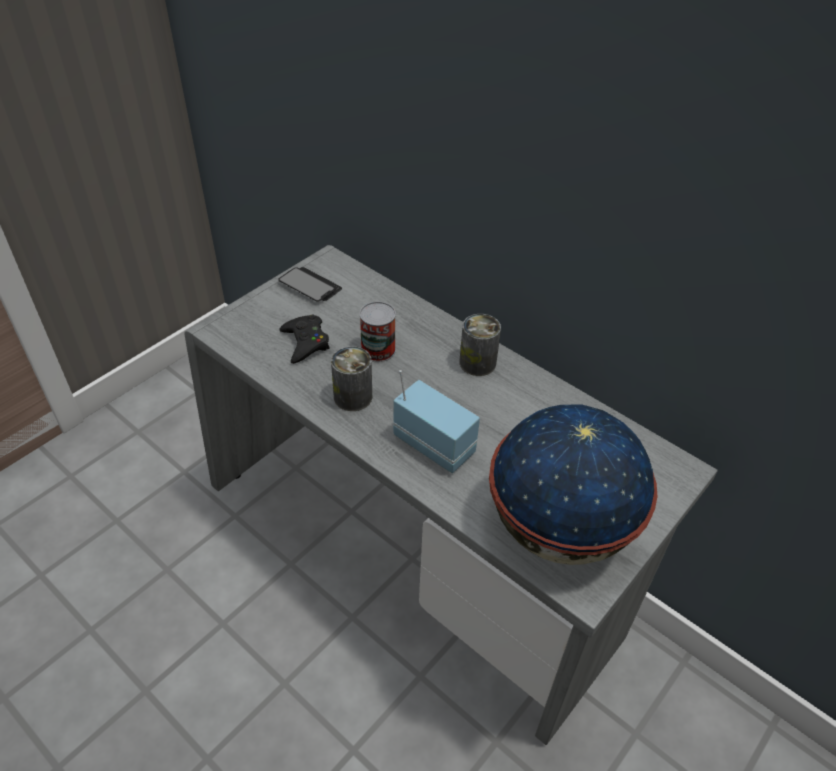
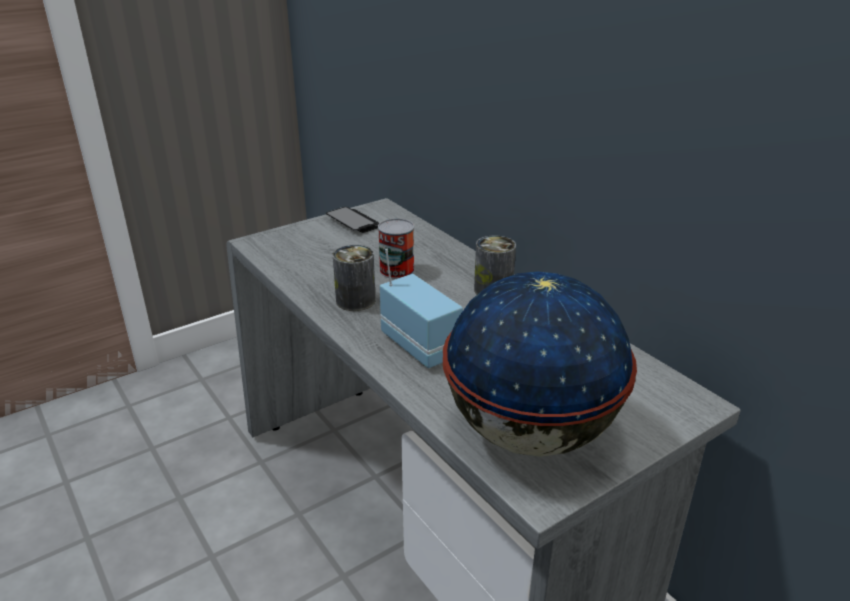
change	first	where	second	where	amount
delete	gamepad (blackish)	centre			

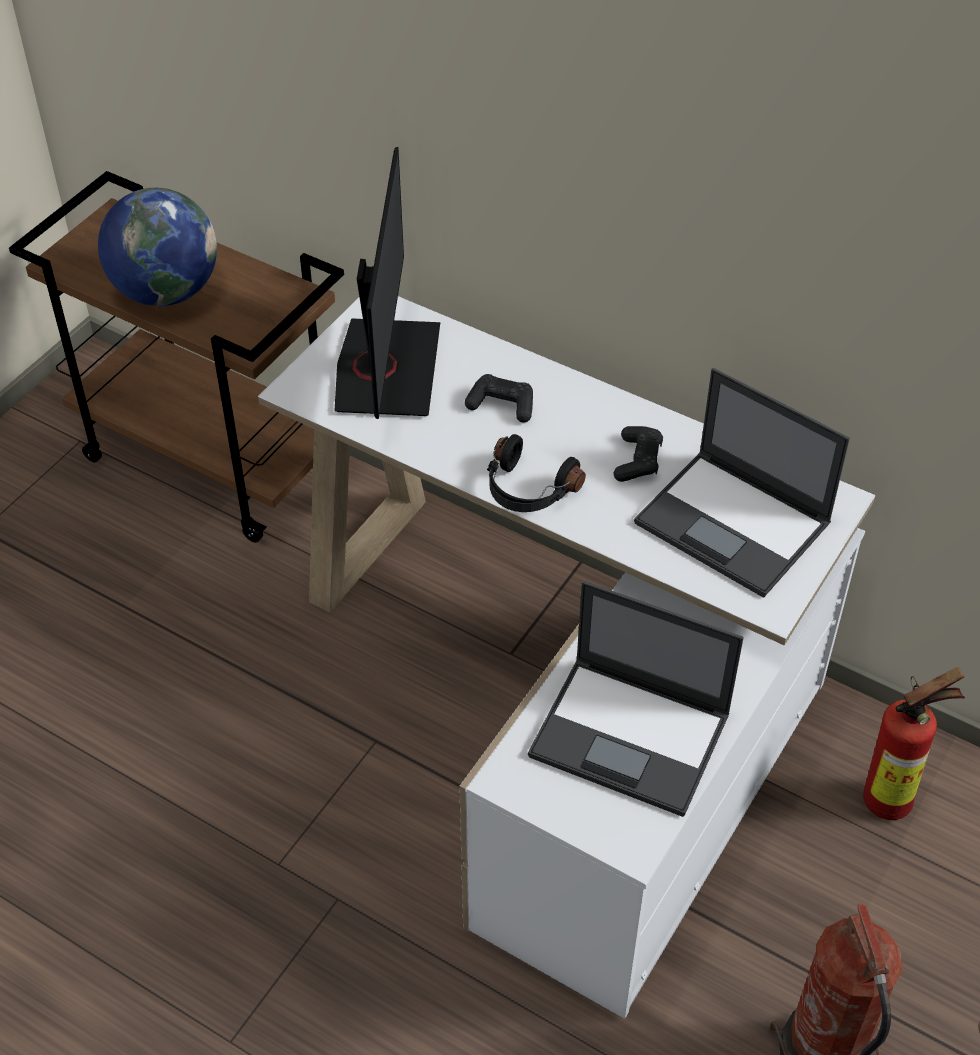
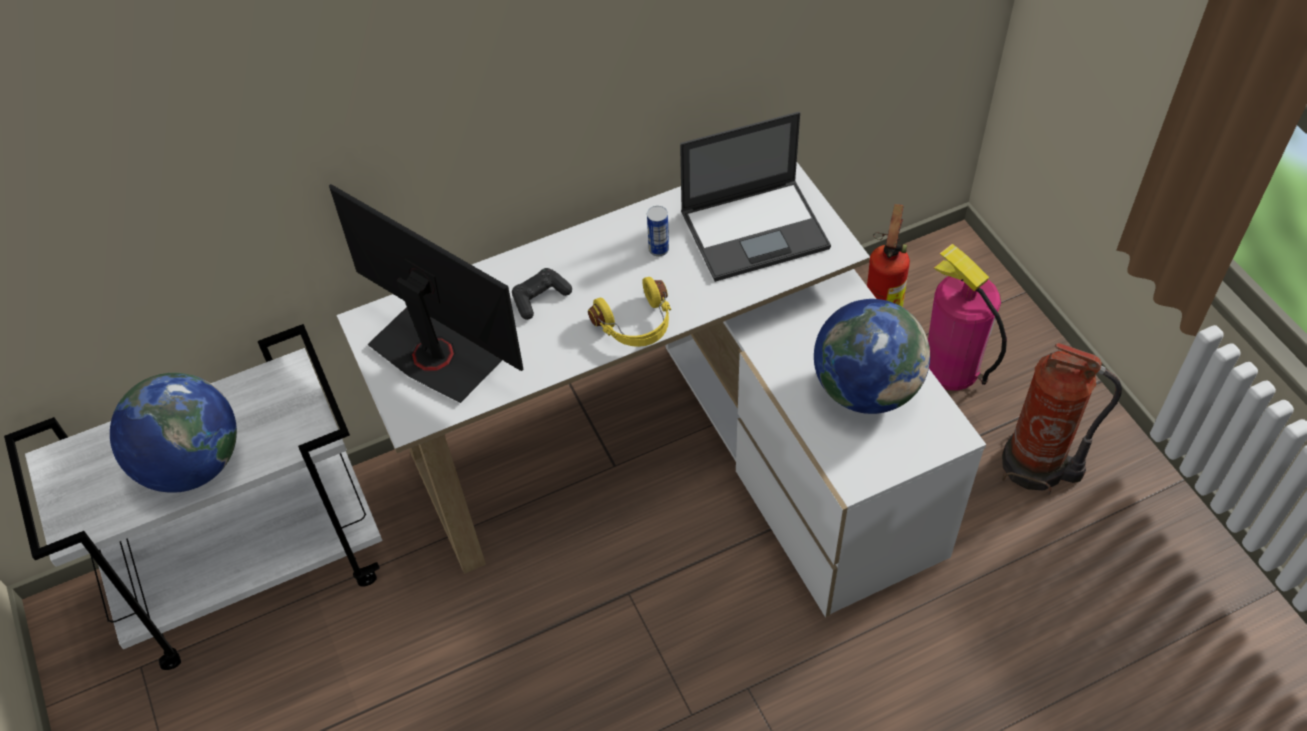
change	first	where	second	where	amount
recolor	cart (brownish)	middle left	cart (whitish)	bottom left	
recolor	headset (blackish)	centre	headset (yellowish)	centre	
replace	notebook computer (1st from left)	centre	world globe (2nd from left)	middle right	
replace	gamepad (blackish) (2nd from left)	centre	can	top centre	
insert			fire extinguisher (2nd from left)	middle right	

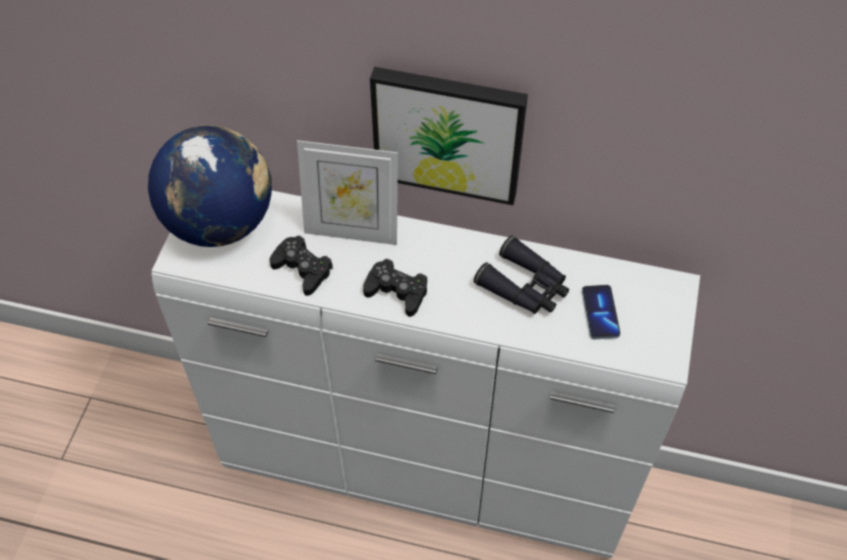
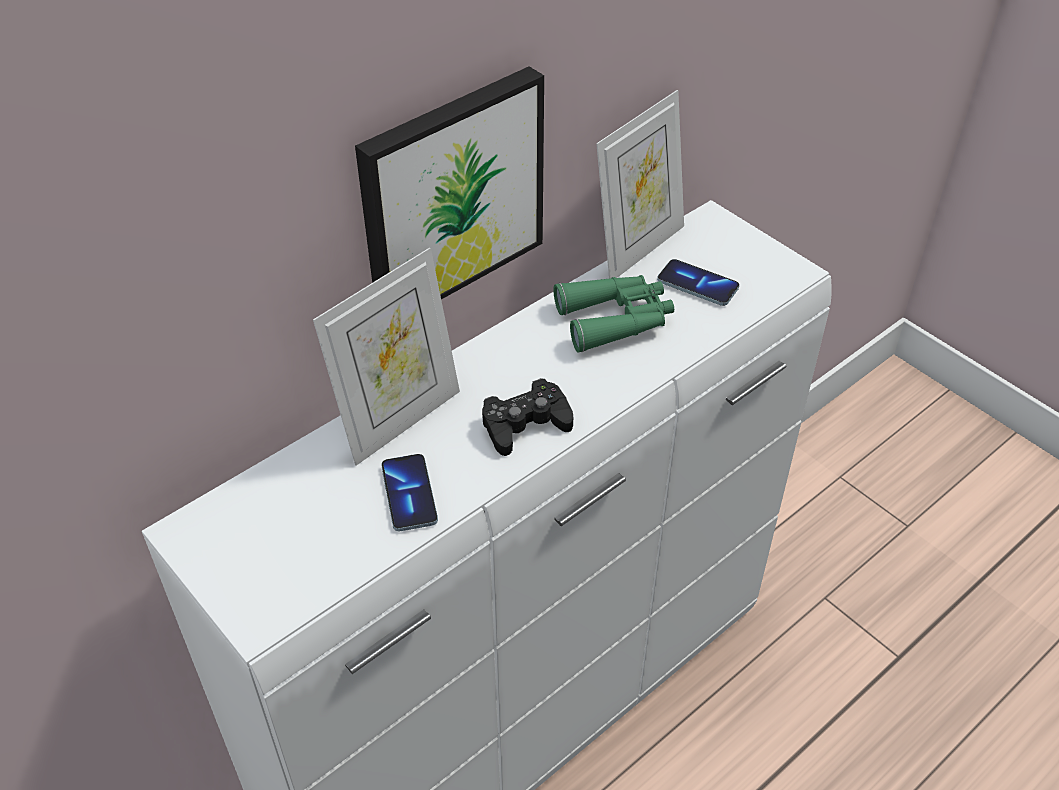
change	first	where	second	where	amount
delete	world globe	top left			
replace	gamepad (blackish) (1st from left)	centre	handset (1st from left)	centre	
recolor	binoculars (blackish)	centre	binoculars (green)	centre	
insert			standing frame (2nd from left)	top centre	

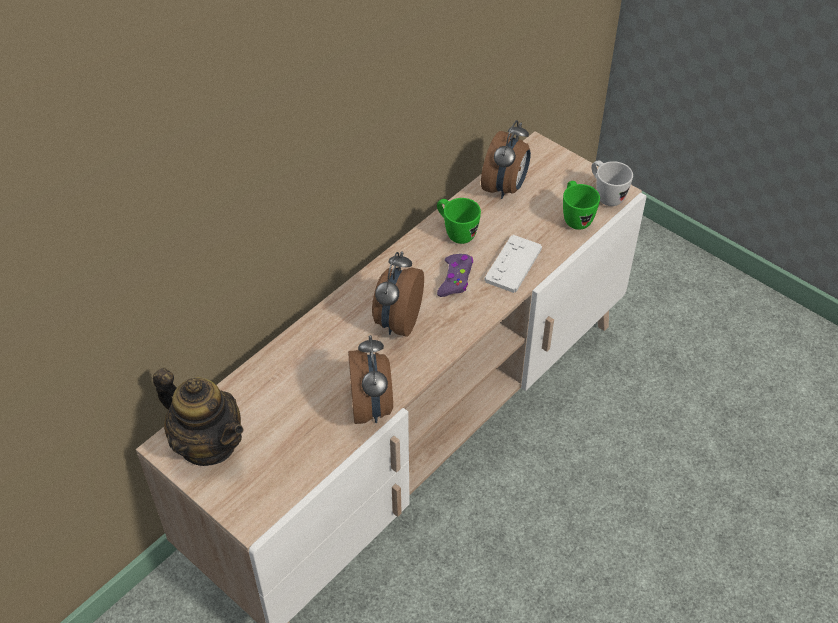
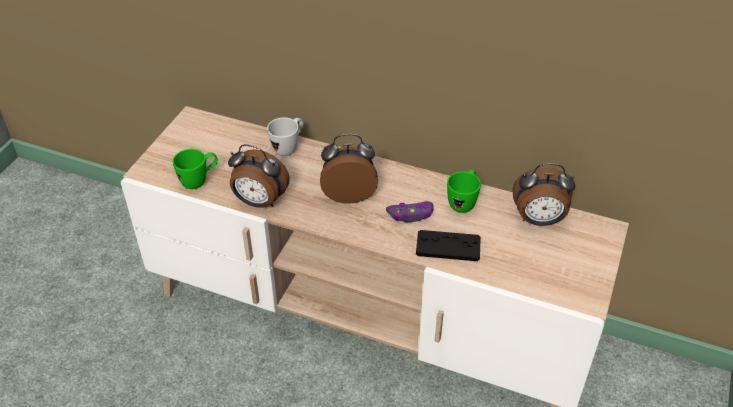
change	first	where	second	where	amount
delete	teapot	bottom left			
rotate	alarm clock (1st from left)	centre		centre	45 degrees clockwise
recolor	gamepad (whitish)	centre	gamepad (blackish)	centre	
move	coffee mug (green) (2nd from left in the first image)	top right	coffee mug (green) (1st from left)	middle left	
move	coffee mug (whitish)	top right		centre	

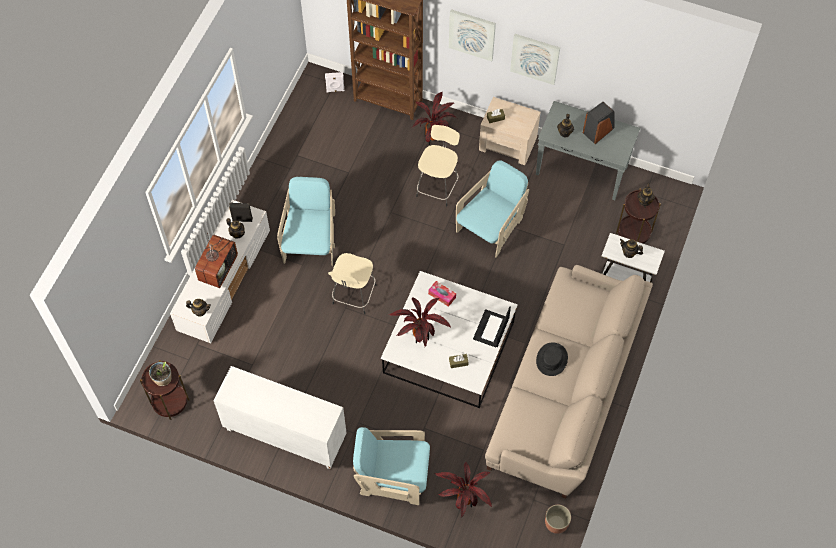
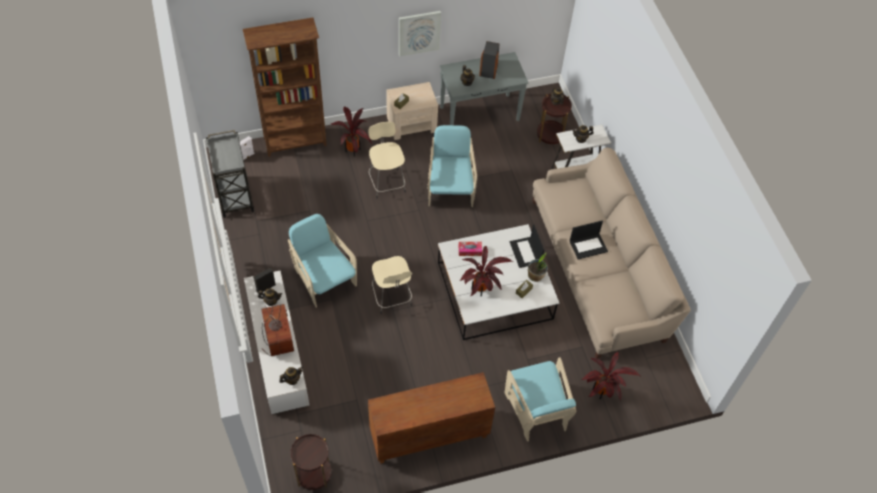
change	first	where	second	where	amount
move	potted plant (1st from left in the first image)	bottom left	potted plant (3rd from left)	centre	
recolor	cupboard (whitish)	bottom centre	cupboard (brownish)	bottom centre	
rotate	armchair (turquoise) (2nd from left in the first image)	bottom centre	armchair (turquoise) (3rd from left)	bottom centre	75 degrees counterclockwise
delete	wall art (1st from left)	top centre			
replace	hat (blackish)	centre	notebook computer (2nd from left)	middle right	
delete	flower pot	bottom right			
insert			cart (greyish)	middle left	

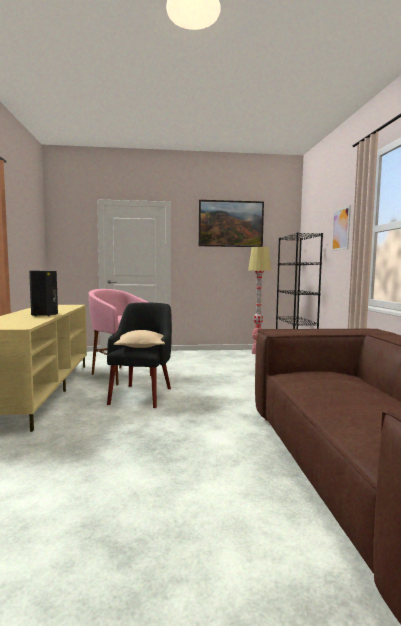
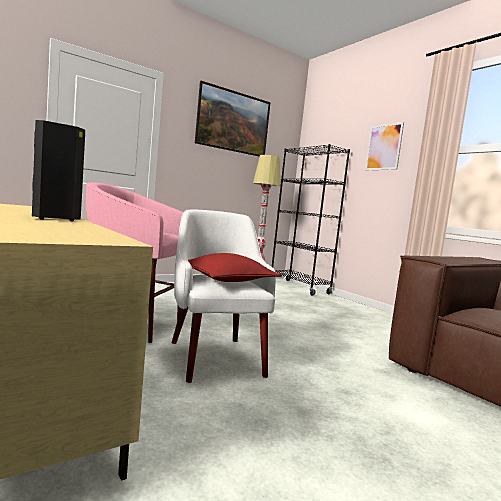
change	first	where	second	where	amount
recolor	armchair (blackish)	centre	armchair (whitish)	centre	
recolor	throw pillow (beige-coloured)	centre	throw pillow (red)	centre	

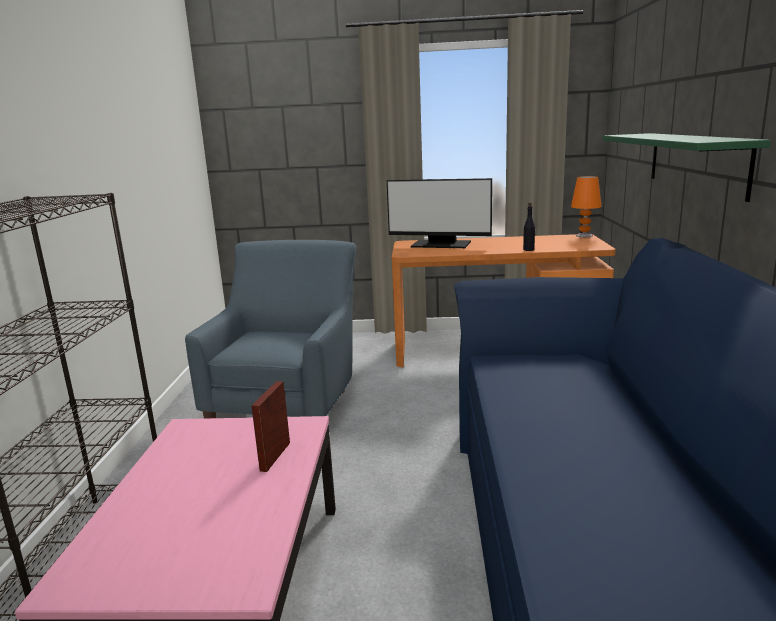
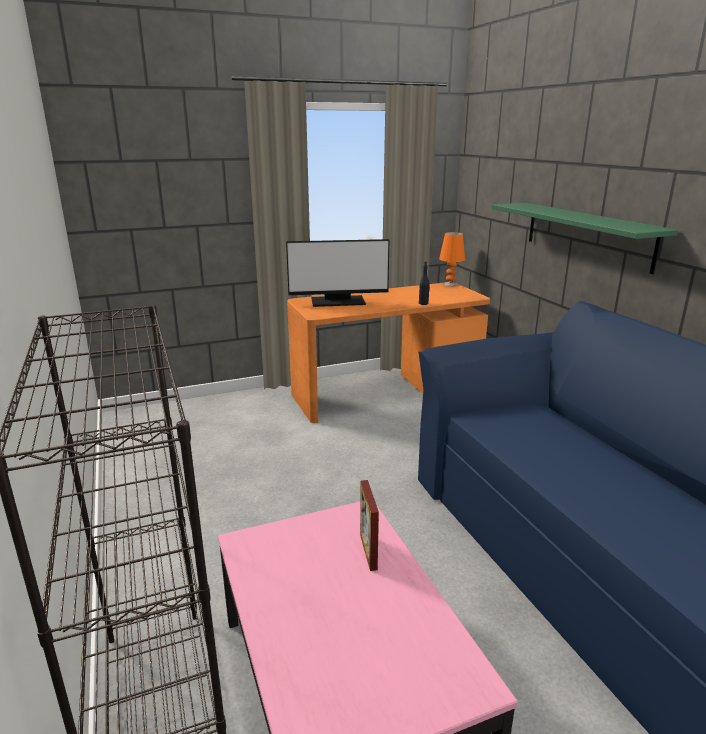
change	first	where	second	where	amount
delete	armchair (blue)	centre			

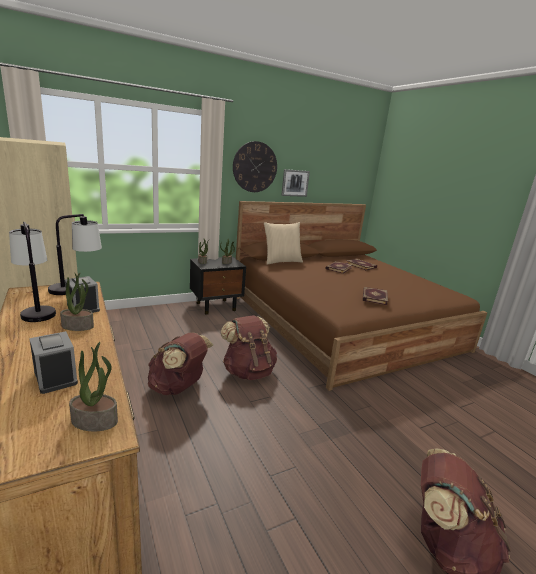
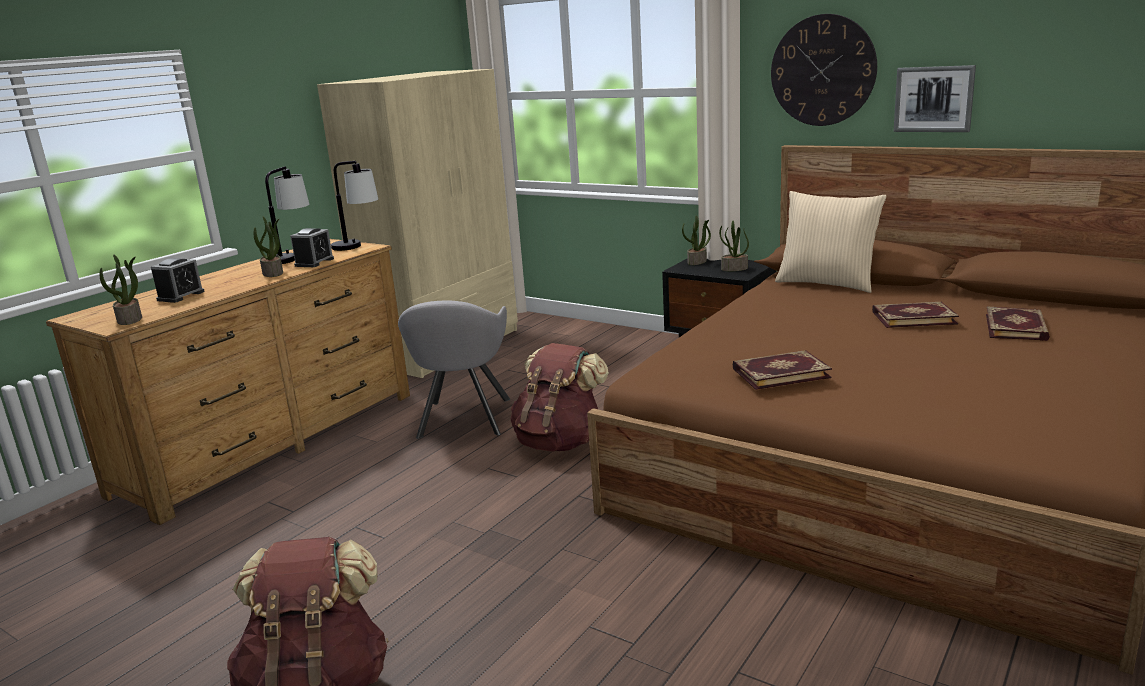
change	first	where	second	where	amount
replace	rucksack (brownish) (1st from left)	centre	armchair (greyish)	centre	

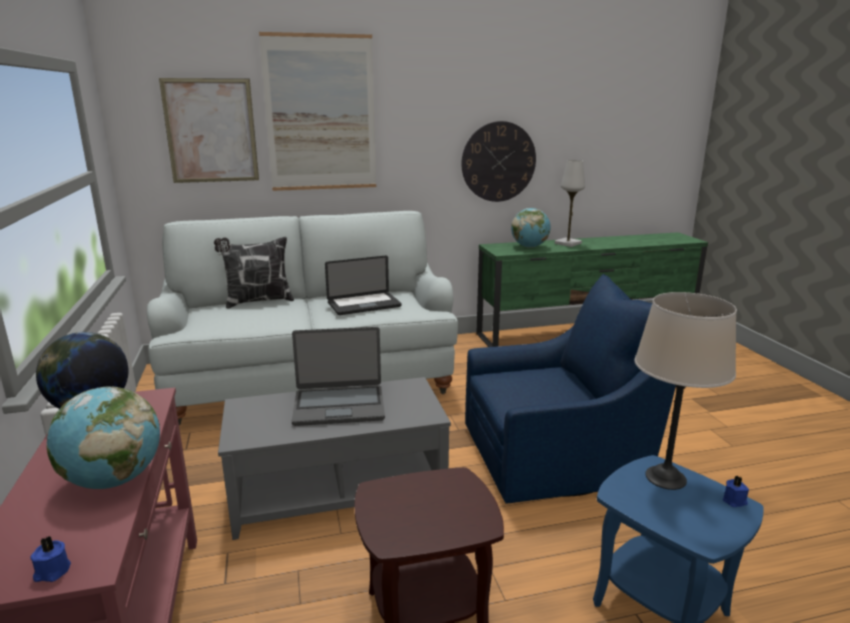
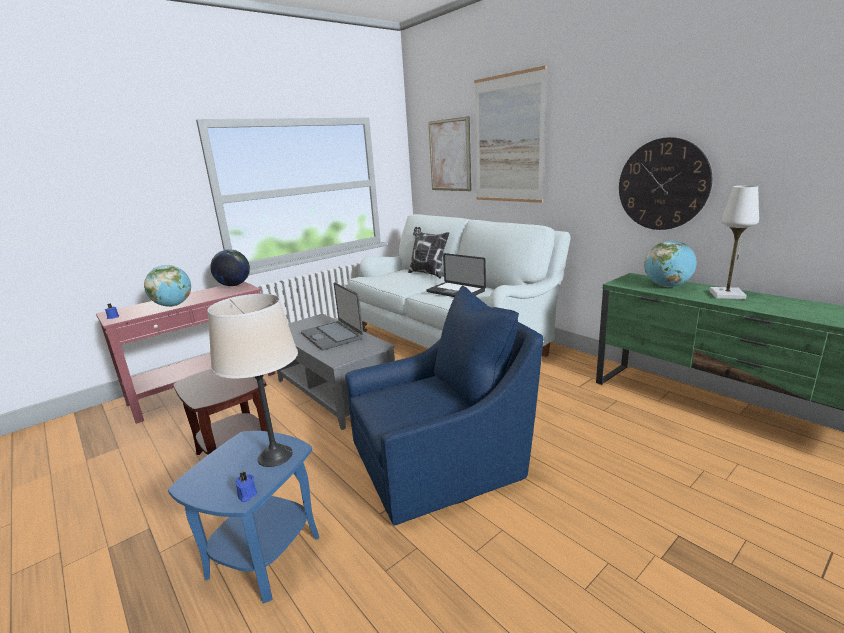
change	first	where	second	where	amount
rotate	armchair (blue)	middle right		centre	75 degrees counterclockwise

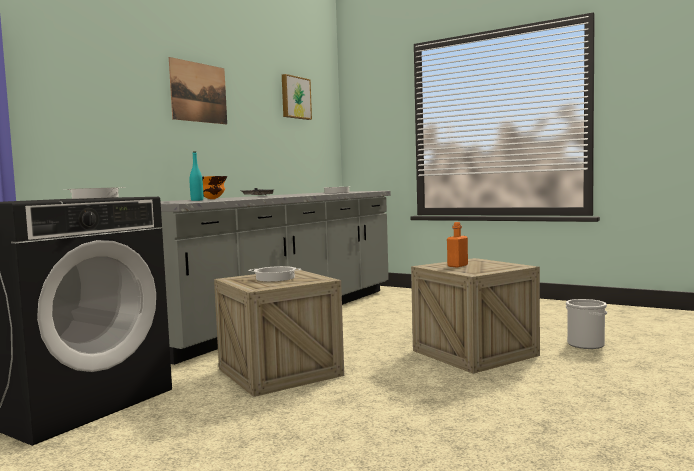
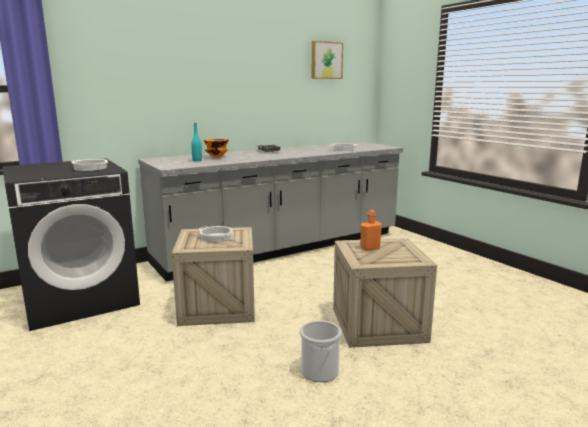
change	first	where	second	where	amount
delete	wall art (1st from left)	top left			
move	bucket	bottom right		bottom centre	

